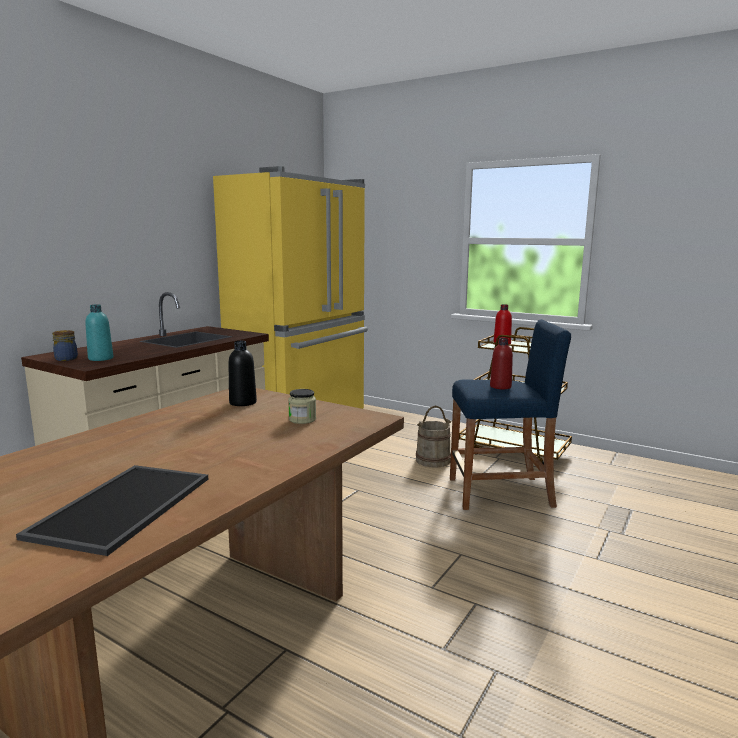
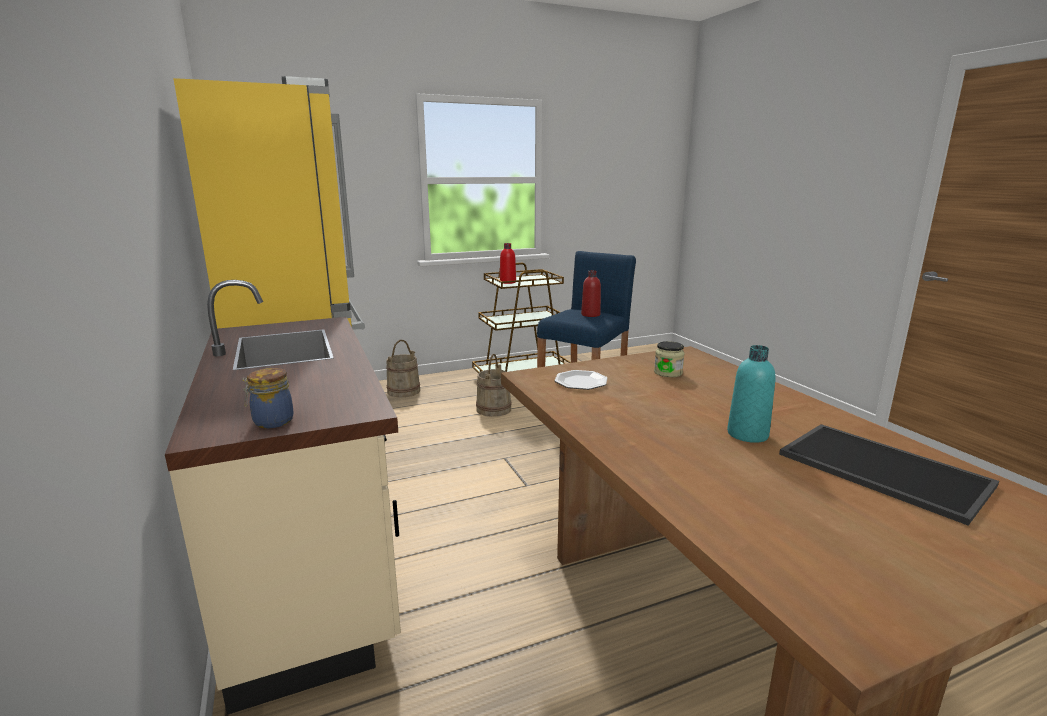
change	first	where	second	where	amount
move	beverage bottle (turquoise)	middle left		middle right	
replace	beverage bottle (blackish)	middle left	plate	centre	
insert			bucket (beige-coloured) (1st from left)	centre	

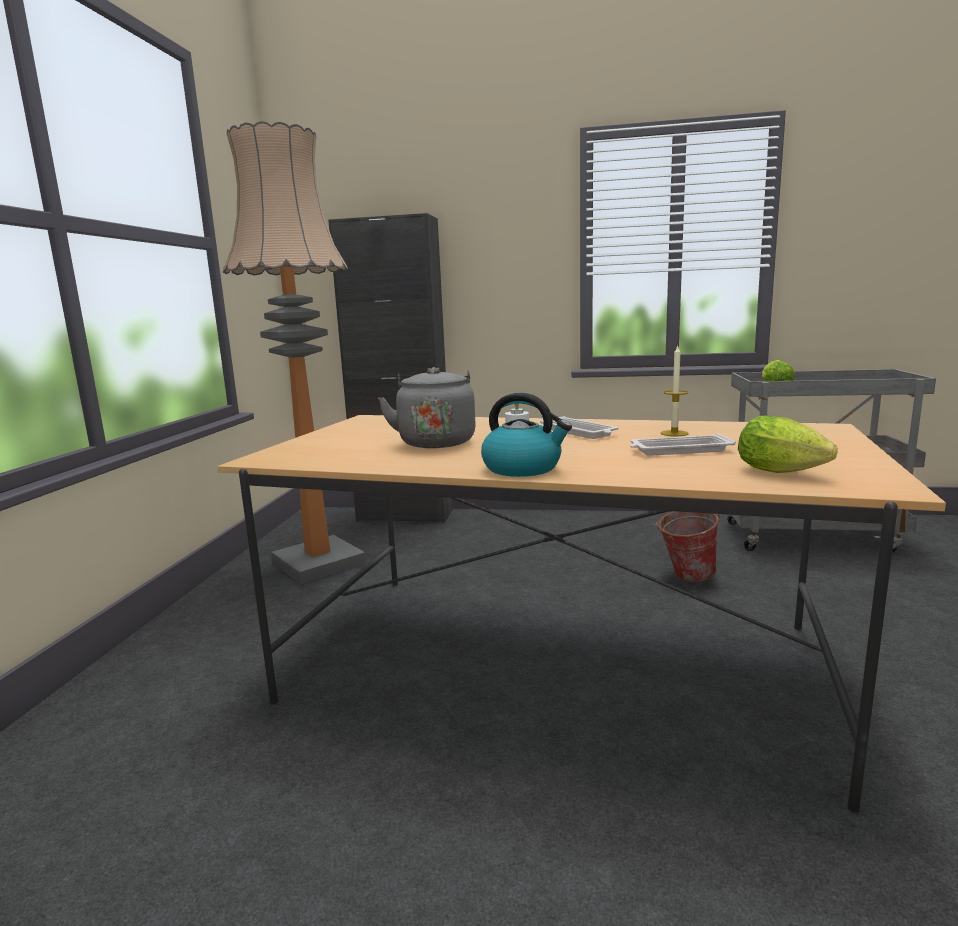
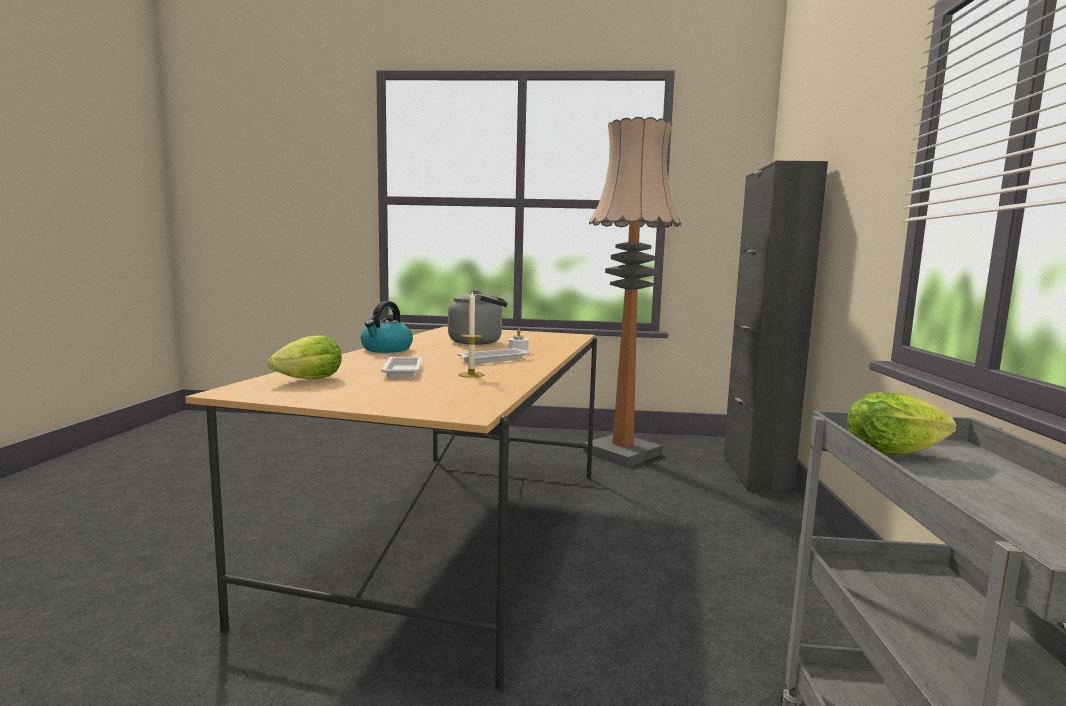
change	first	where	second	where	amount
delete	bucket	middle right			

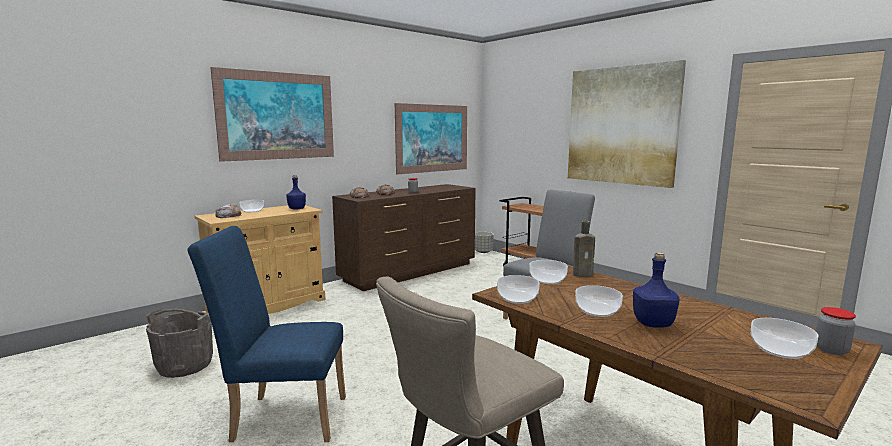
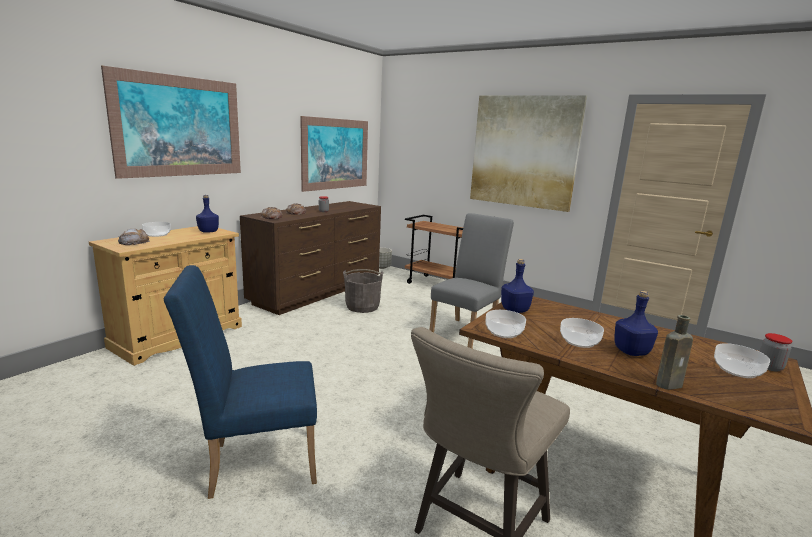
change	first	where	second	where	amount
move	bucket (greyish)	bottom left		centre	
replace	bowl (3rd from left)	centre	beverage bottle (blue) (2nd from left)	centre	
move	beverage bottle (brownish)	centre		middle right	

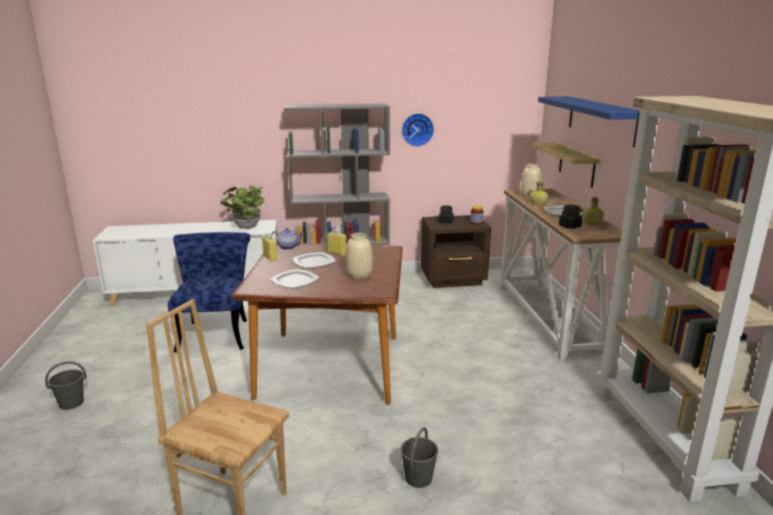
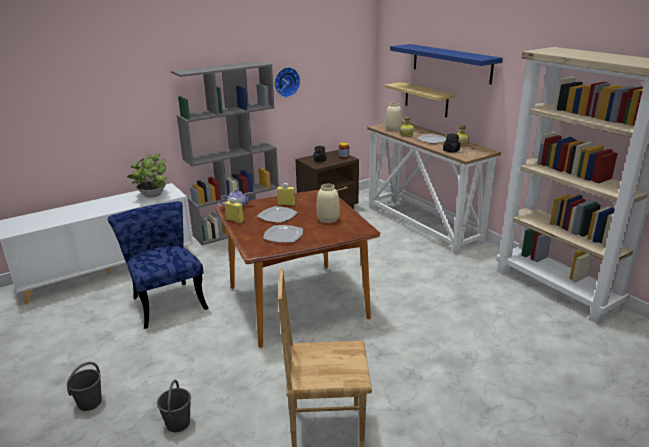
change	first	where	second	where	amount
move	bucket (greyish) (2nd from left)	bottom centre		bottom left	

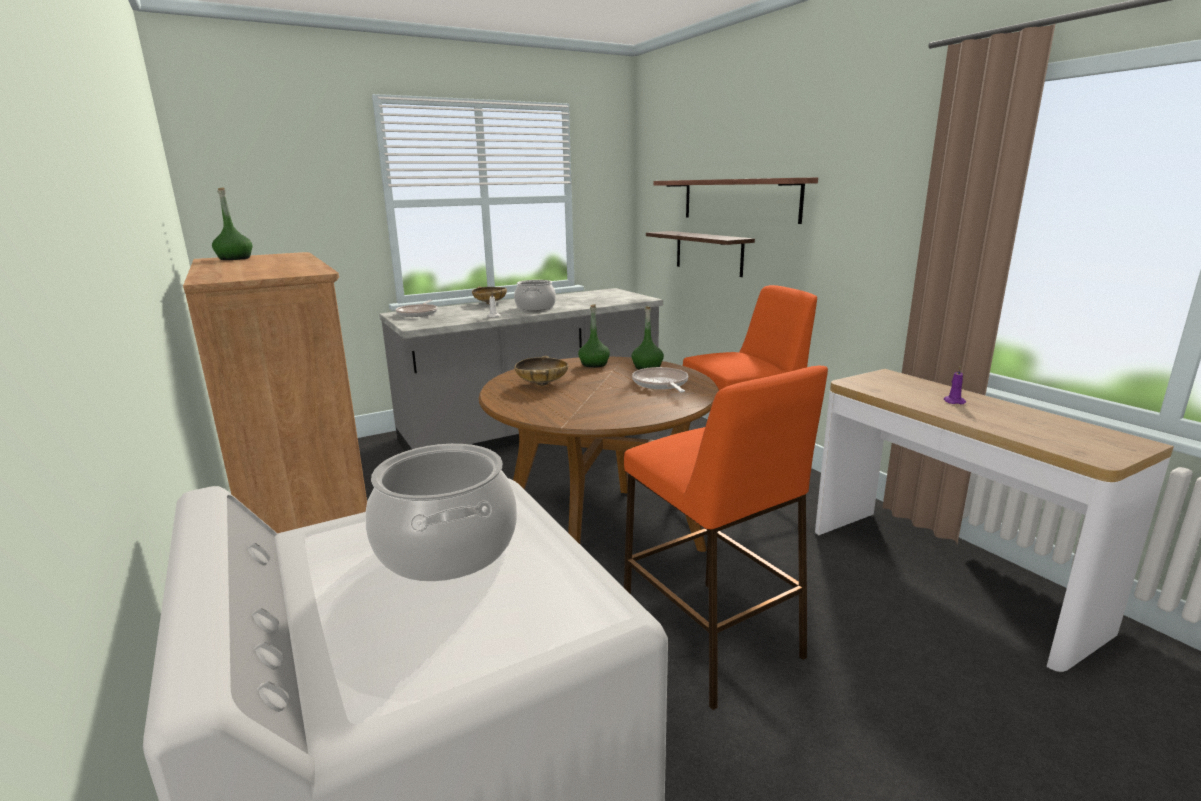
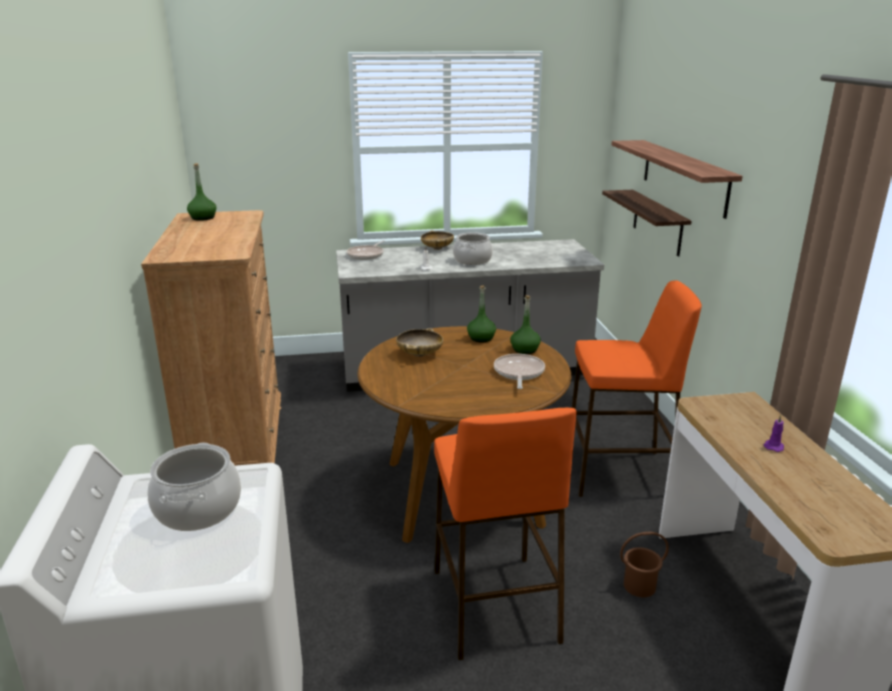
change	first	where	second	where	amount
insert			bucket (brownish)	bottom right	

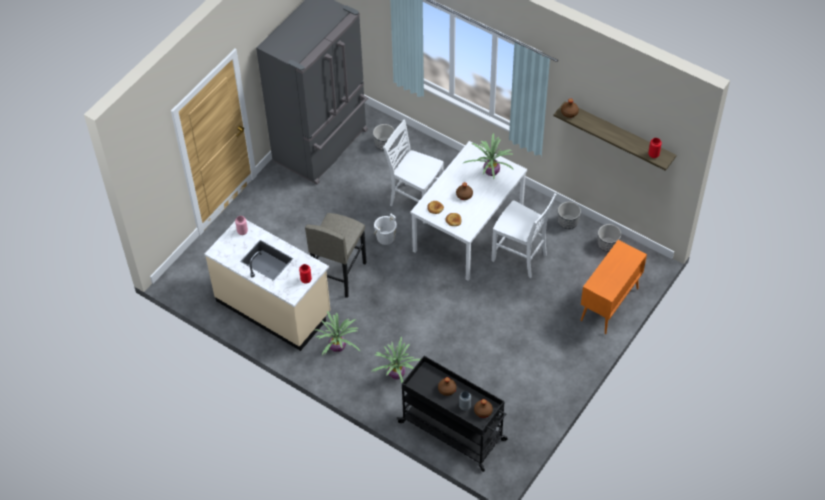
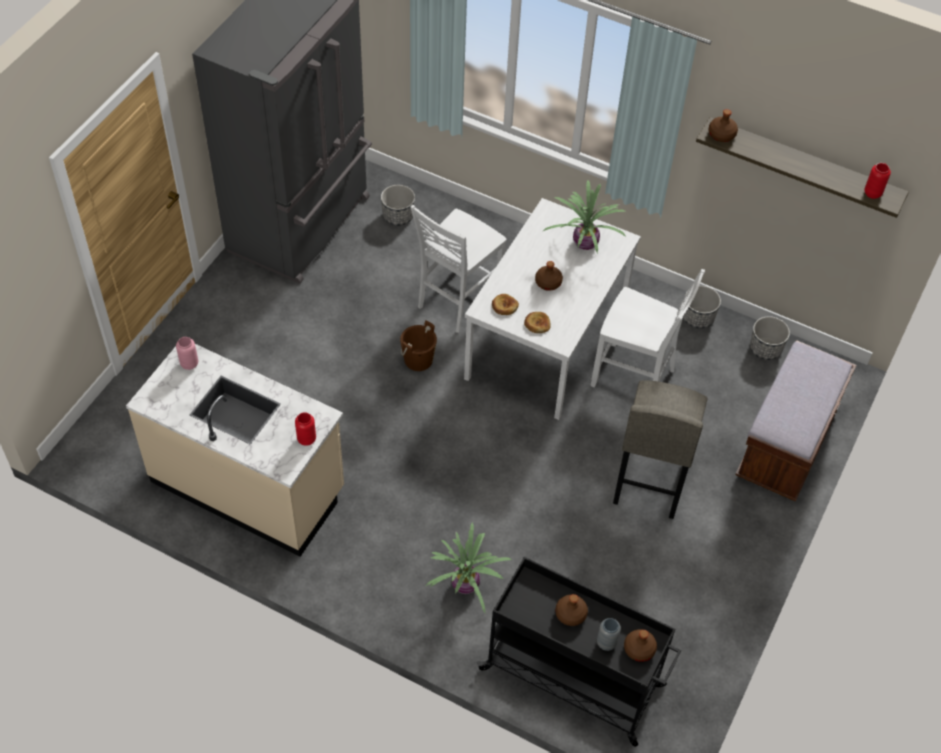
change	first	where	second	where	amount
move	stool (greyish)	centre		middle right	
delete	potted plant (1st from left)	centre			
recolor	bucket (whitish)	centre	bucket (brownish)	centre	
rotate	upright chair (whitish) (1st from left)	centre		centre	75 degrees counterclockwise
replace	cupboard (orange)	middle right	long seat (brownish)	middle right	

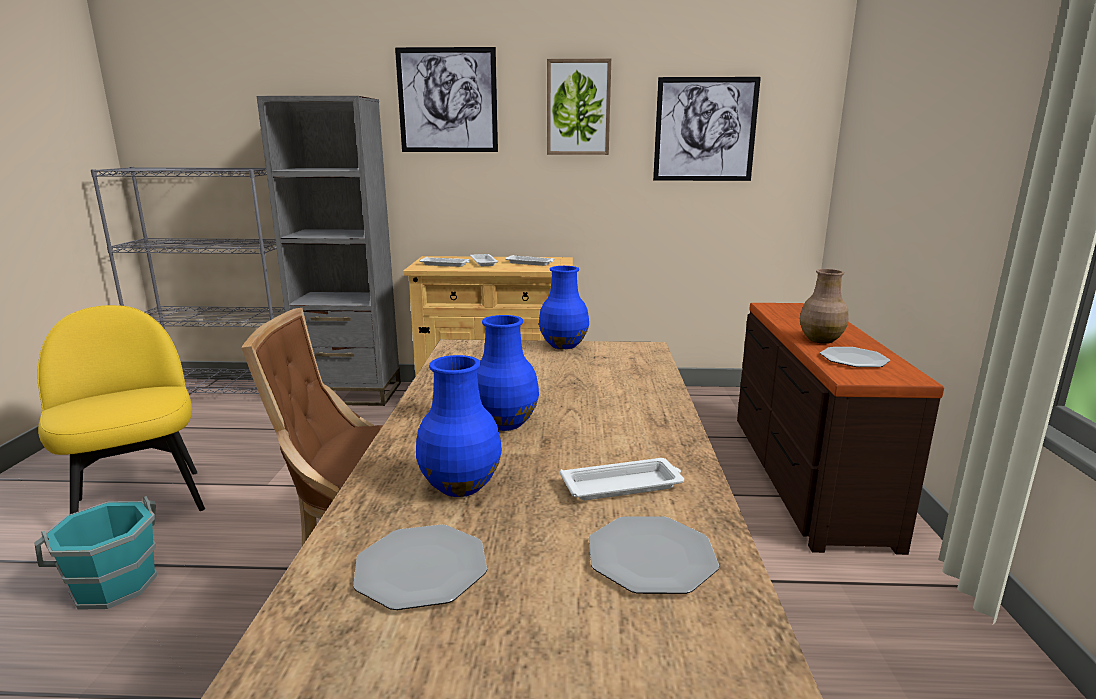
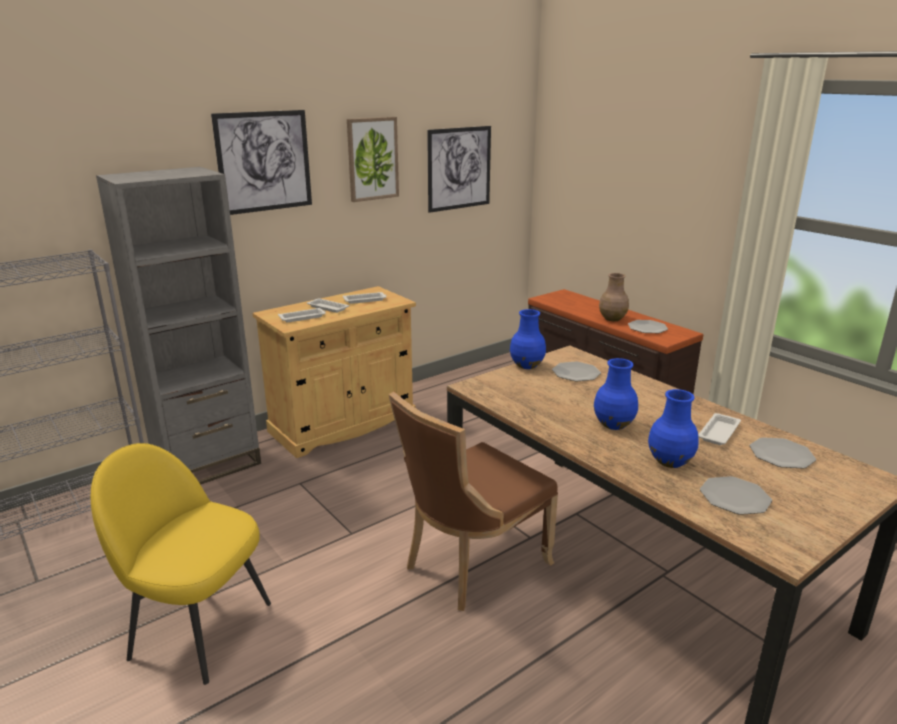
change	first	where	second	where	amount
delete	bucket (turquoise)	bottom left			
insert			plate (1st from left)	centre	

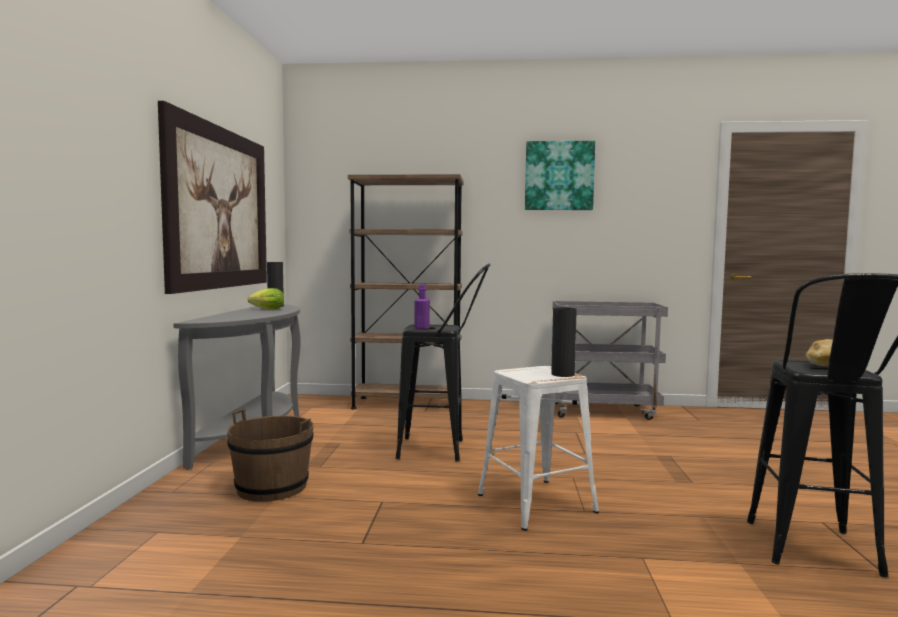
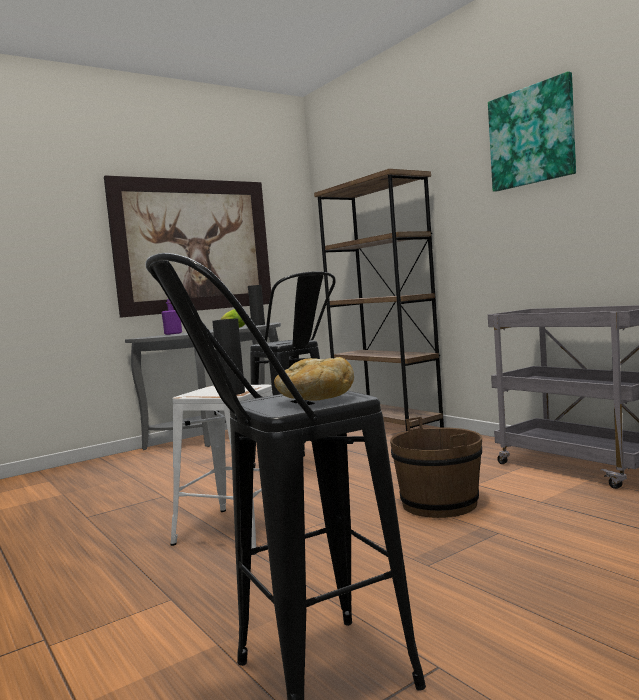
change	first	where	second	where	amount
move	bucket (brownish)	bottom left		bottom right	
move	beverage bottle (purple-coloured)	centre		middle left	

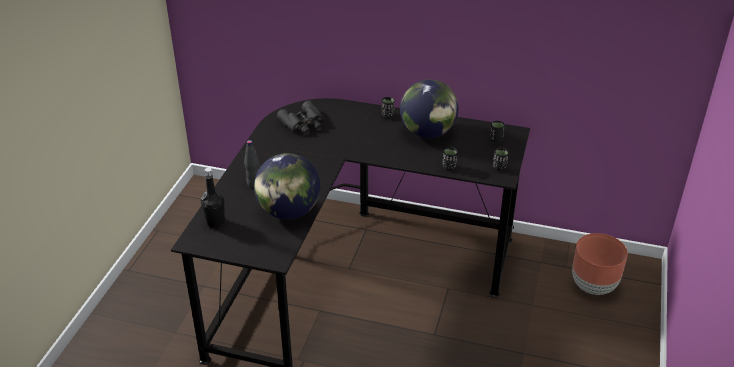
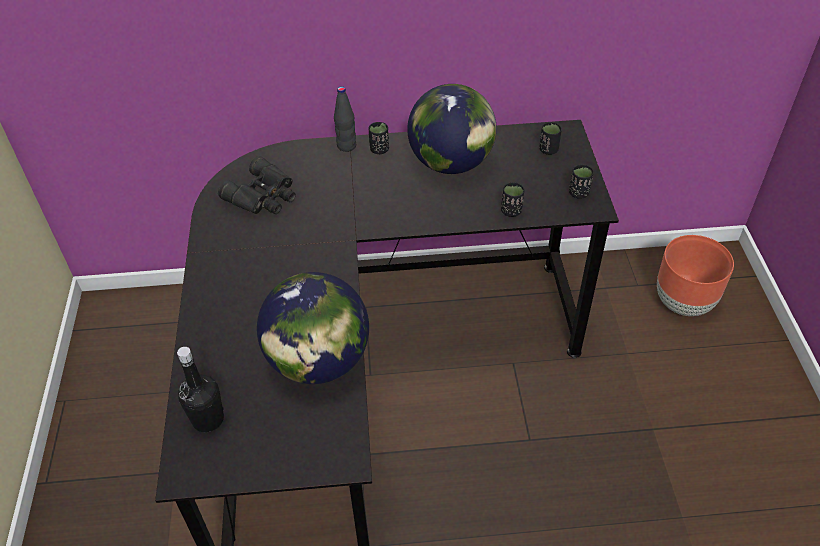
change	first	where	second	where	amount
move	beverage bottle (blackish) (2nd from left)	centre		top centre	

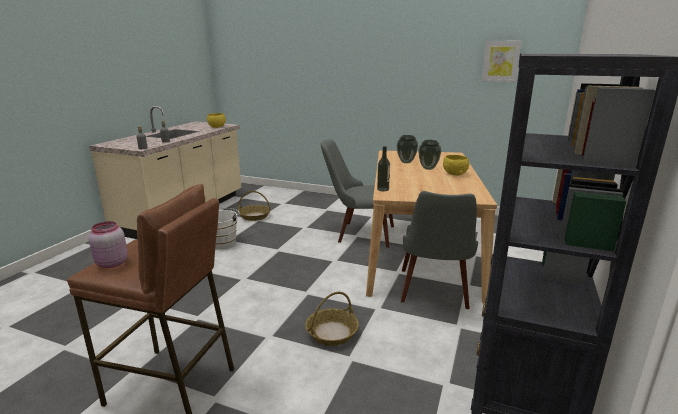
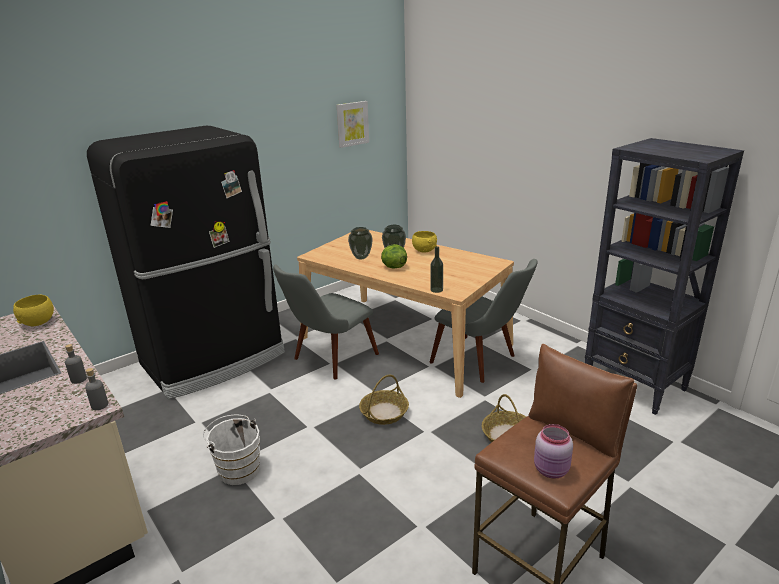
change	first	where	second	where	amount
move	basket (1st from left)	centre		bottom centre	
insert			kitchen fridge (blackish)	middle left	
insert			lettuce head	centre	

